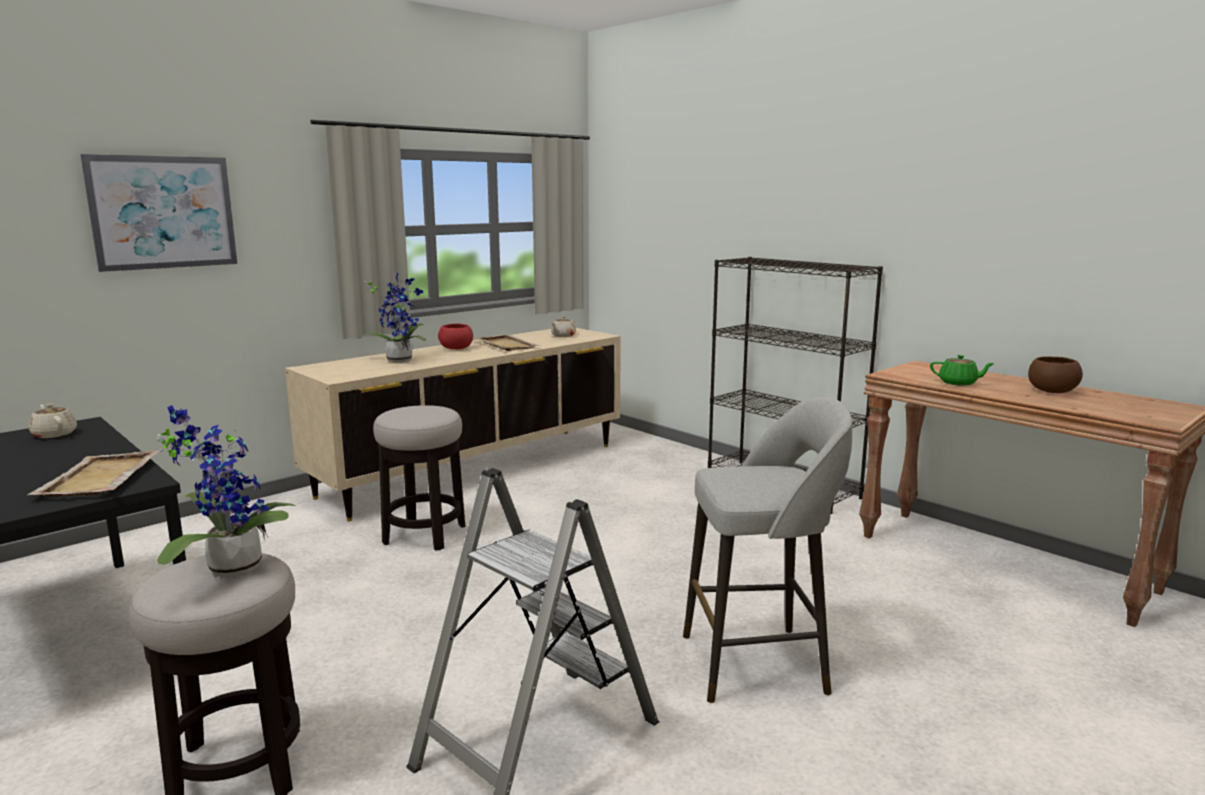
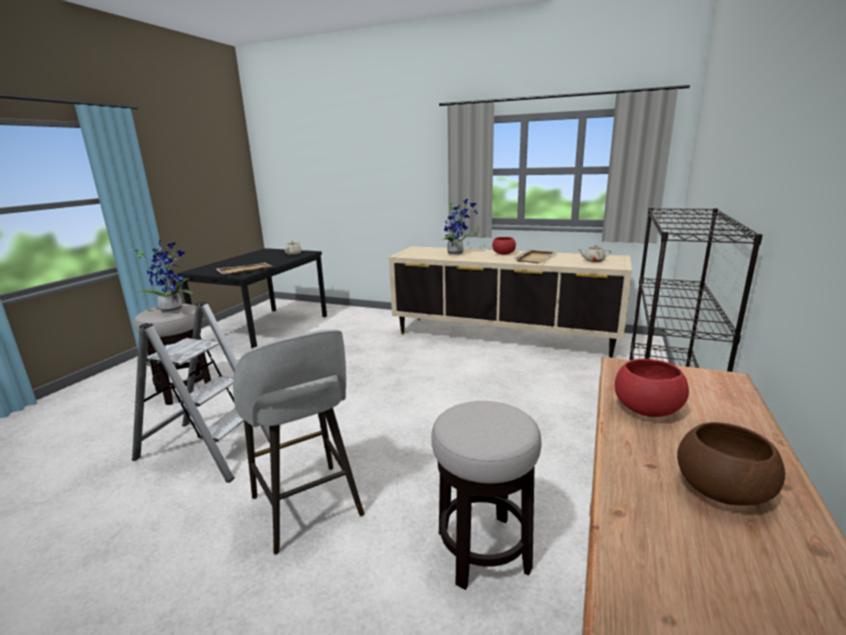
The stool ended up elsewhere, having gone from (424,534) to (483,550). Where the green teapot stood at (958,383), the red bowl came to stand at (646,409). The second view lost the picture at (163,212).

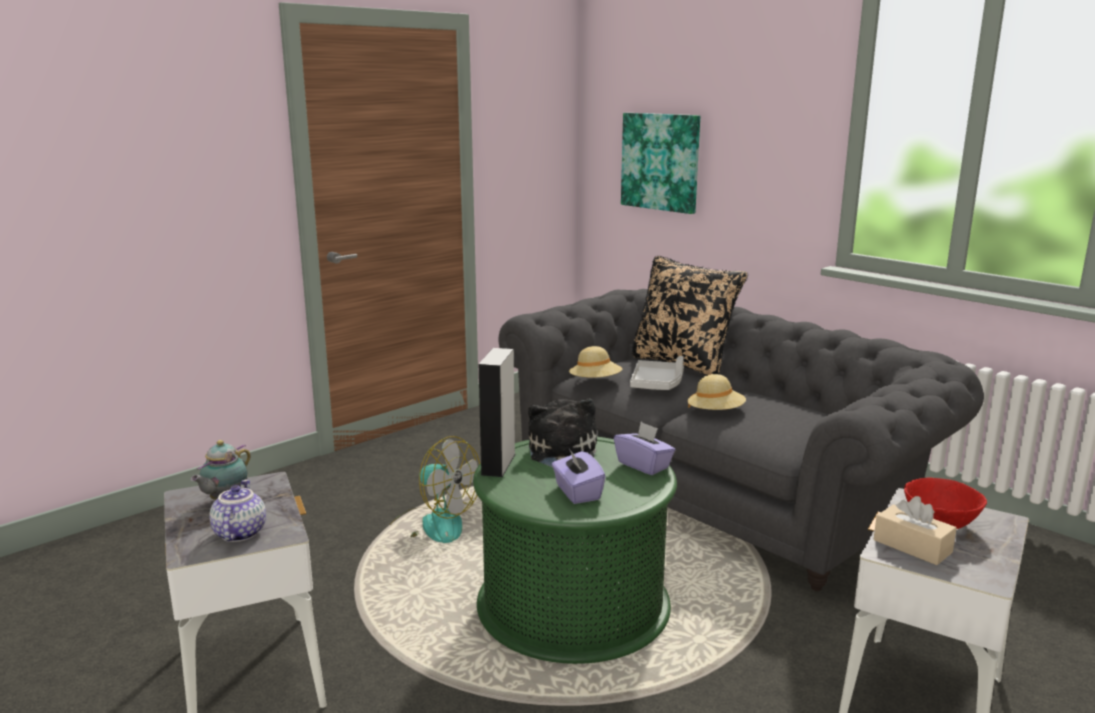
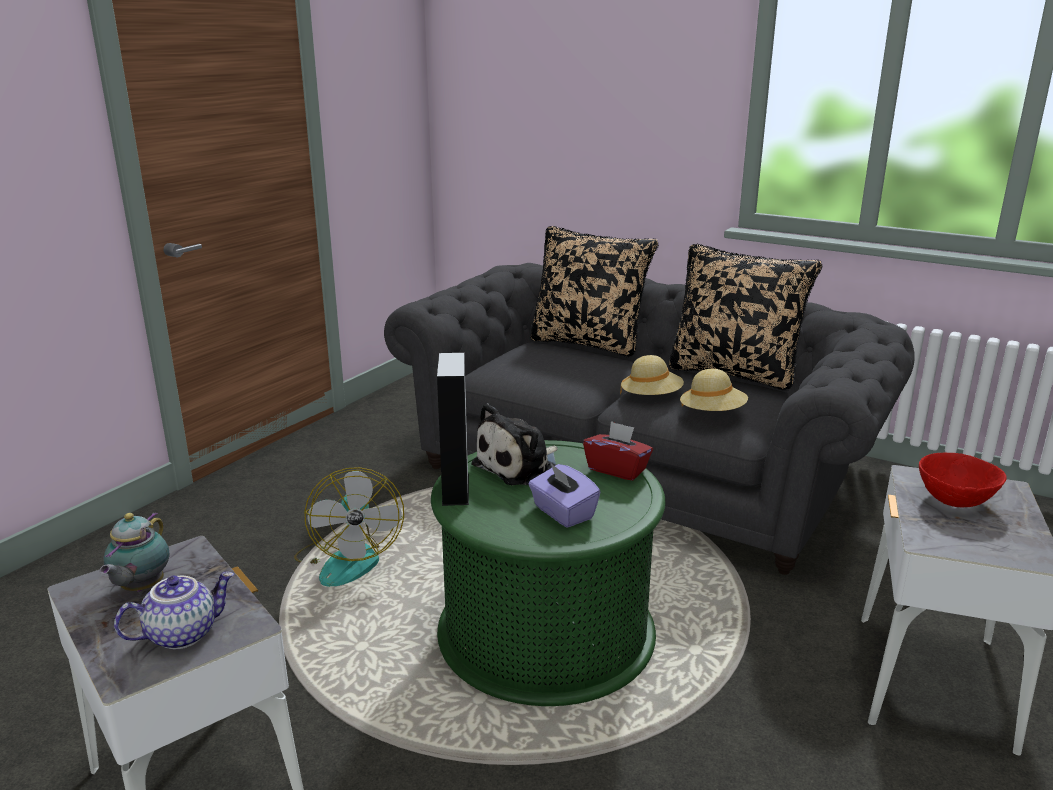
The teapot at (238,533) ended up facing another way, 75 degrees clockwise from before. The fan at (432,525) ended up facing another way, 60 degrees clockwise from before. The plush toy at (561,454) ended up facing another way, 120 degrees counterclockwise from before. What was the purple tissue box at (643,465) turned into the red tissue box at (617,469). The second view gained the black pillow at (734,376). The beige hat ended up elsewhere, having gone from (595,382) to (712,414). The second view lost the picture at (661,162). The second view lost the grey tray at (657,384). The second view lost the beige tissue box at (912,546).

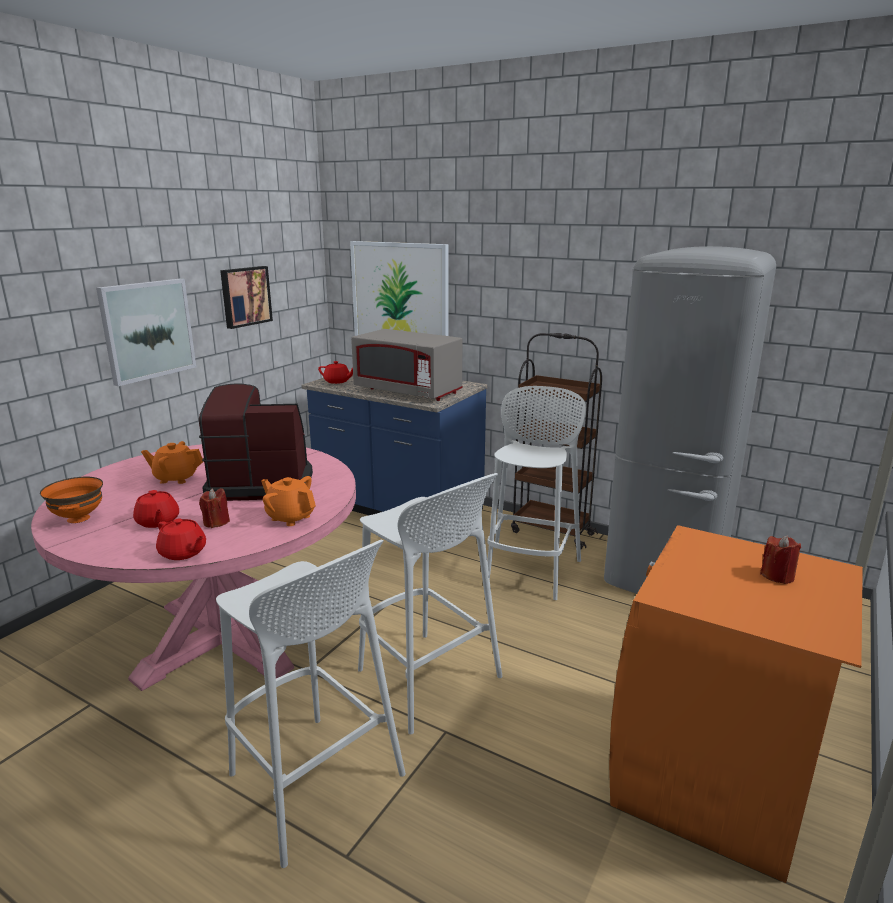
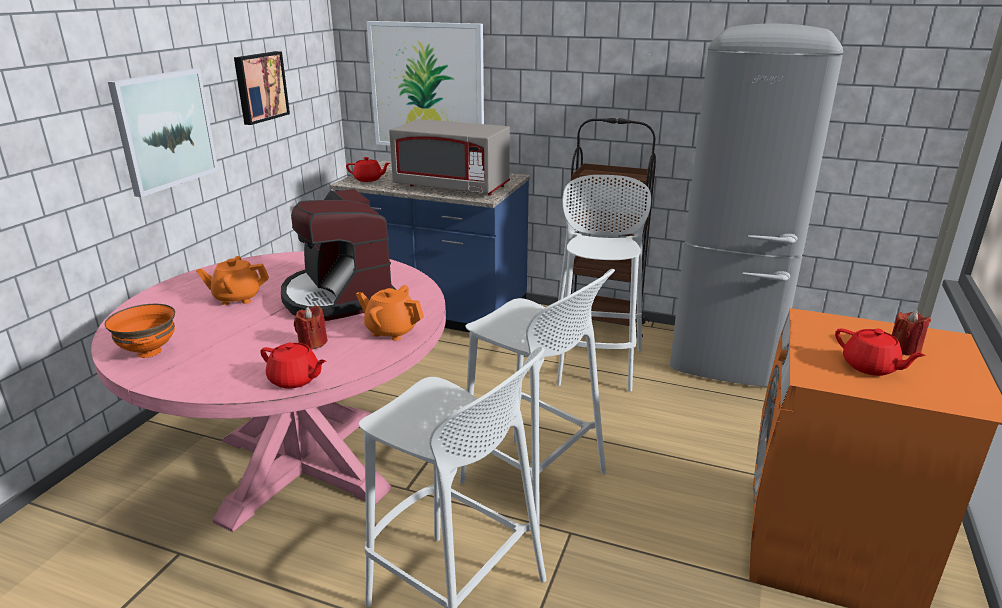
The coffee machine at (261,483) ended up facing another way, 105 degrees counterclockwise from before. The red teapot ended up elsewhere, having gone from (157,522) to (870,367).

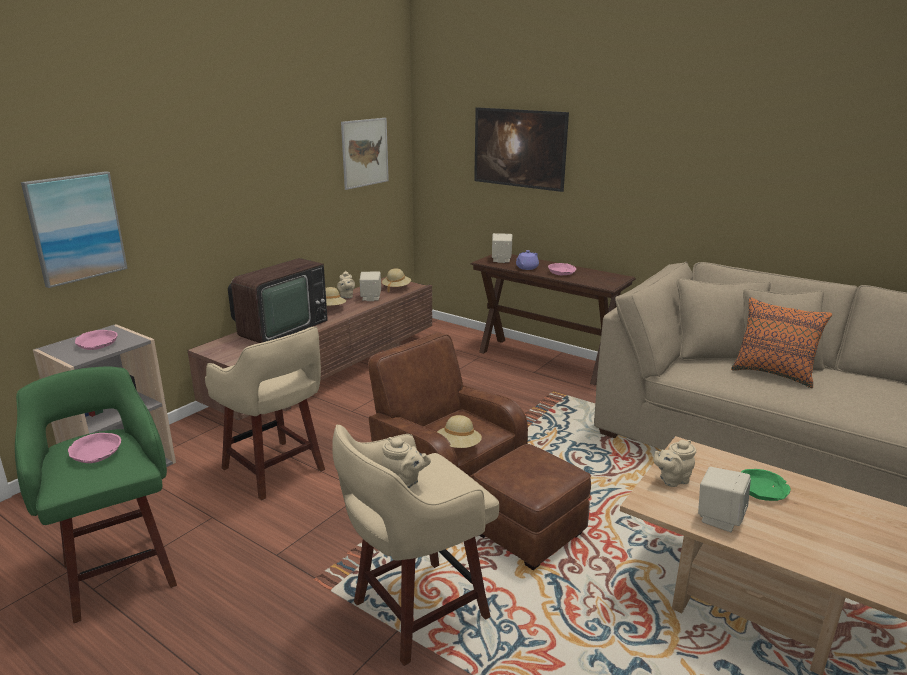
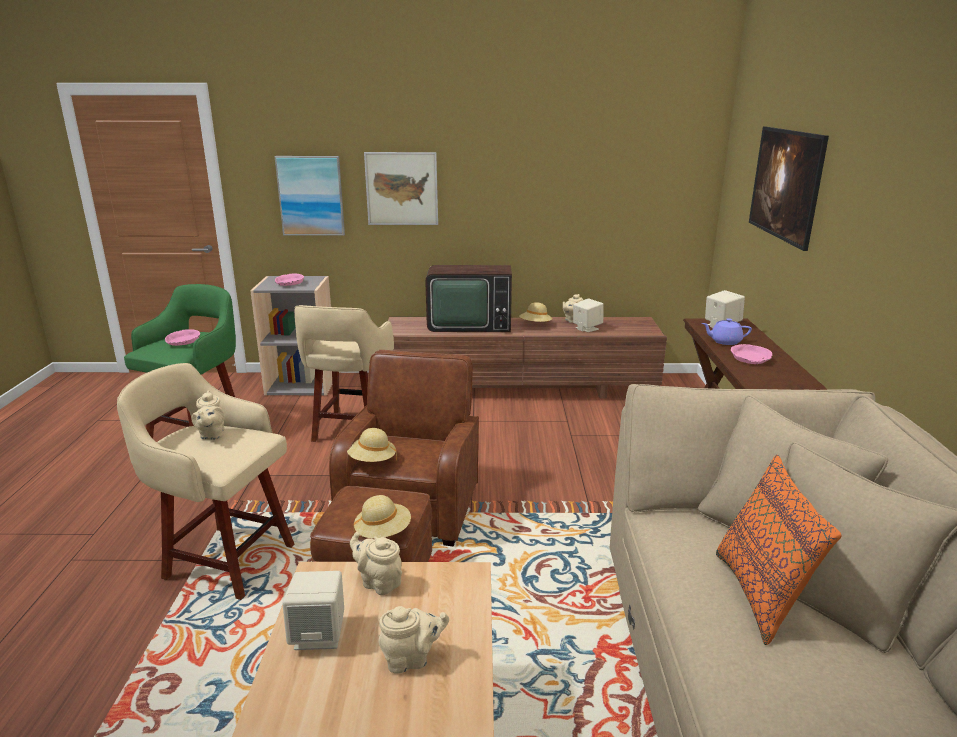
The beige hat ended up elsewhere, having gone from (396,288) to (383,532). The picture ended up elsewhere, having gone from (365,152) to (402,189). Where the green bowl stood at (762,491), the beige teapot came to stand at (411,659).

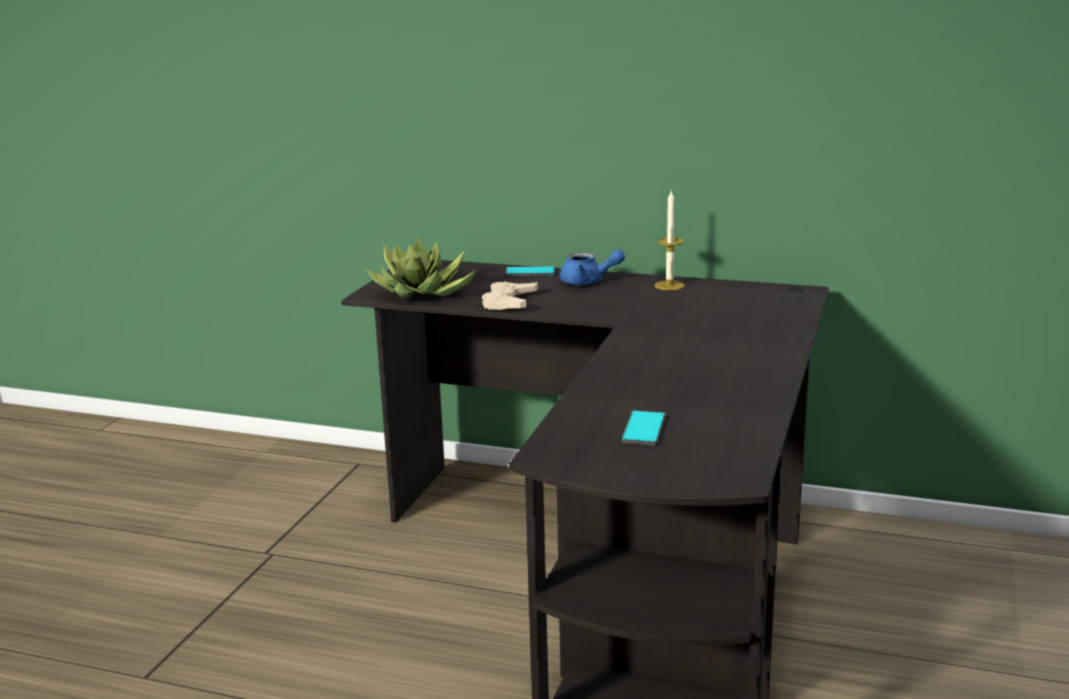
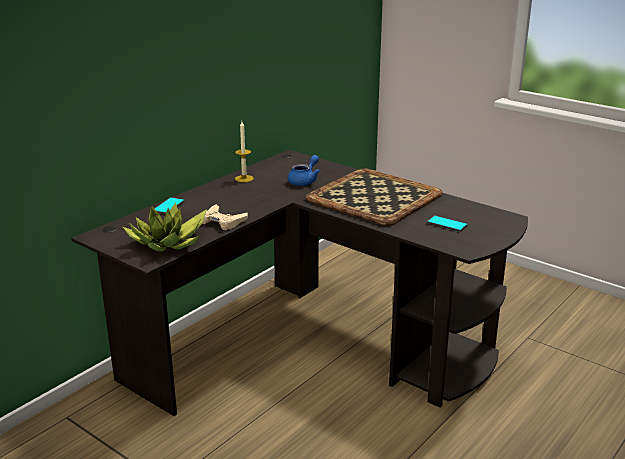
The blue teapot ended up elsewhere, having gone from (588,282) to (304,181). The second view gained the tray at (373,197).

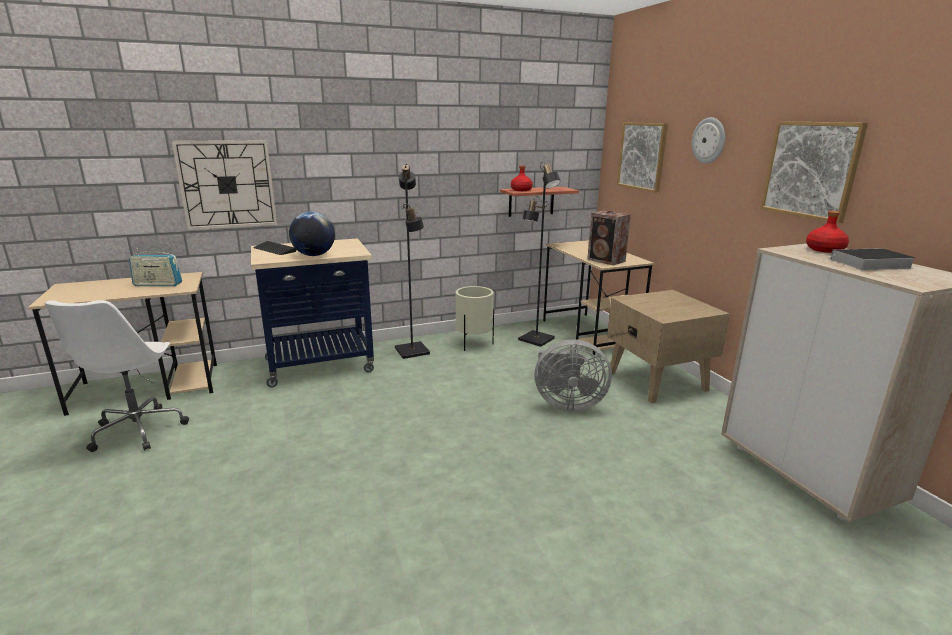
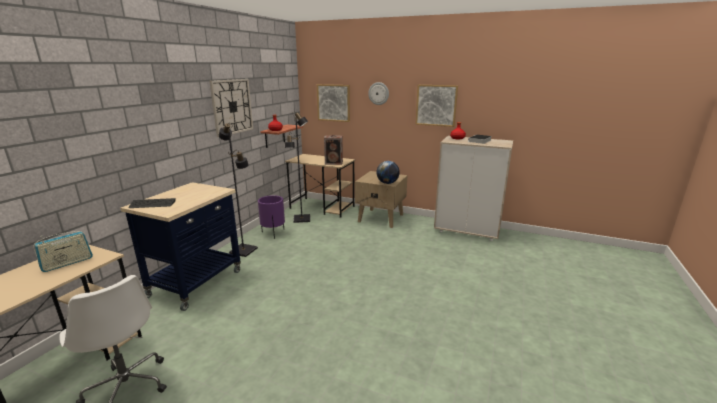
The wall clock ended up elsewhere, having gone from (227,184) to (232,106). What was the beige planter at (474,344) turned into the purple planter at (273,233). The globe ended up elsewhere, having gone from (314,255) to (387,183). The second view lost the grey fan at (566,404).

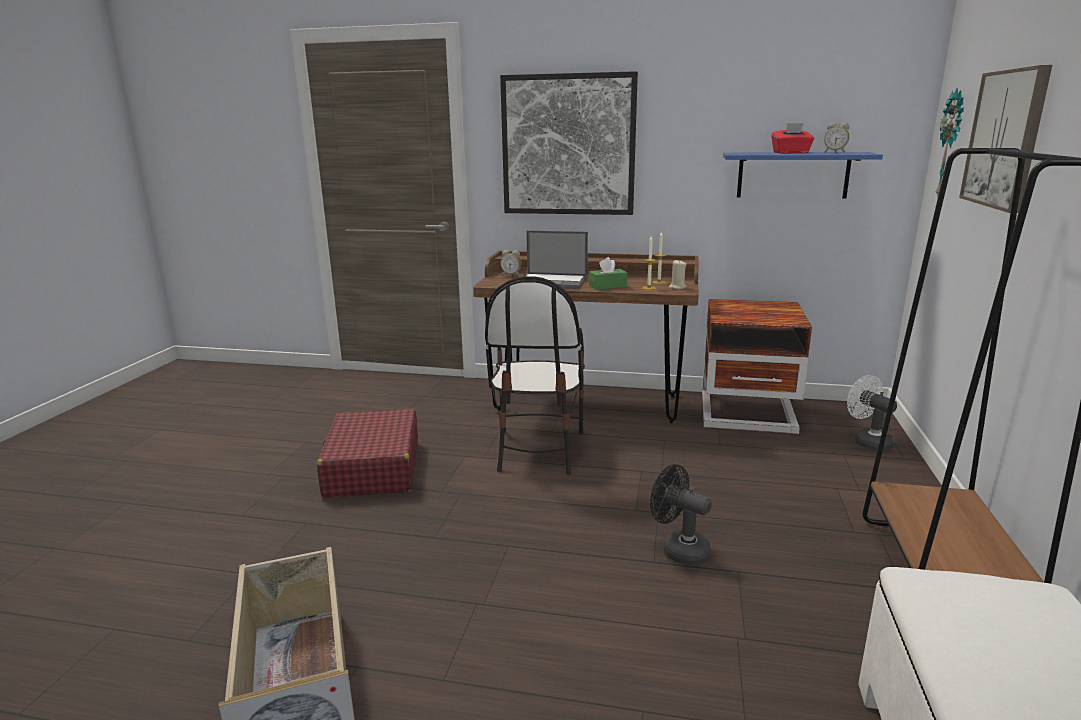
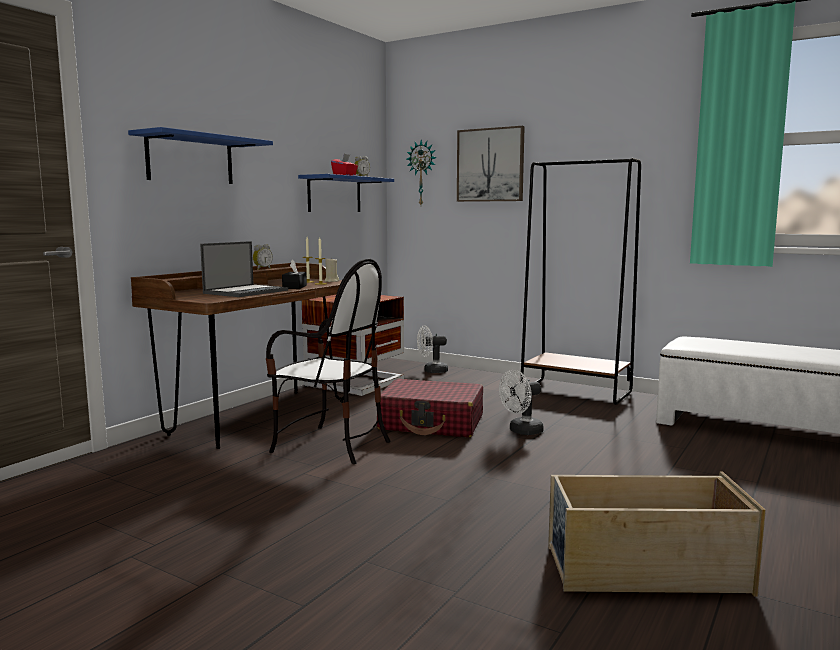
Where the picture hung at (568,145), the blue shelf came to hang at (190,159). The alarm clock ended up elsewhere, having gone from (512,275) to (262,269). What was the green tissue box at (607,286) turned into the black tissue box at (294,287). The red suitcase ended up elsewhere, having gone from (373,468) to (431,423). What was the black fan at (679,549) turned into the white fan at (521,431).

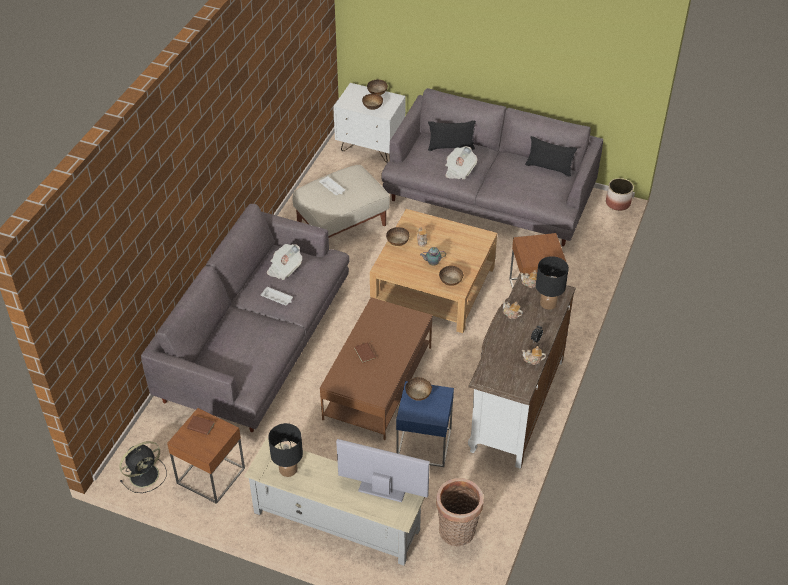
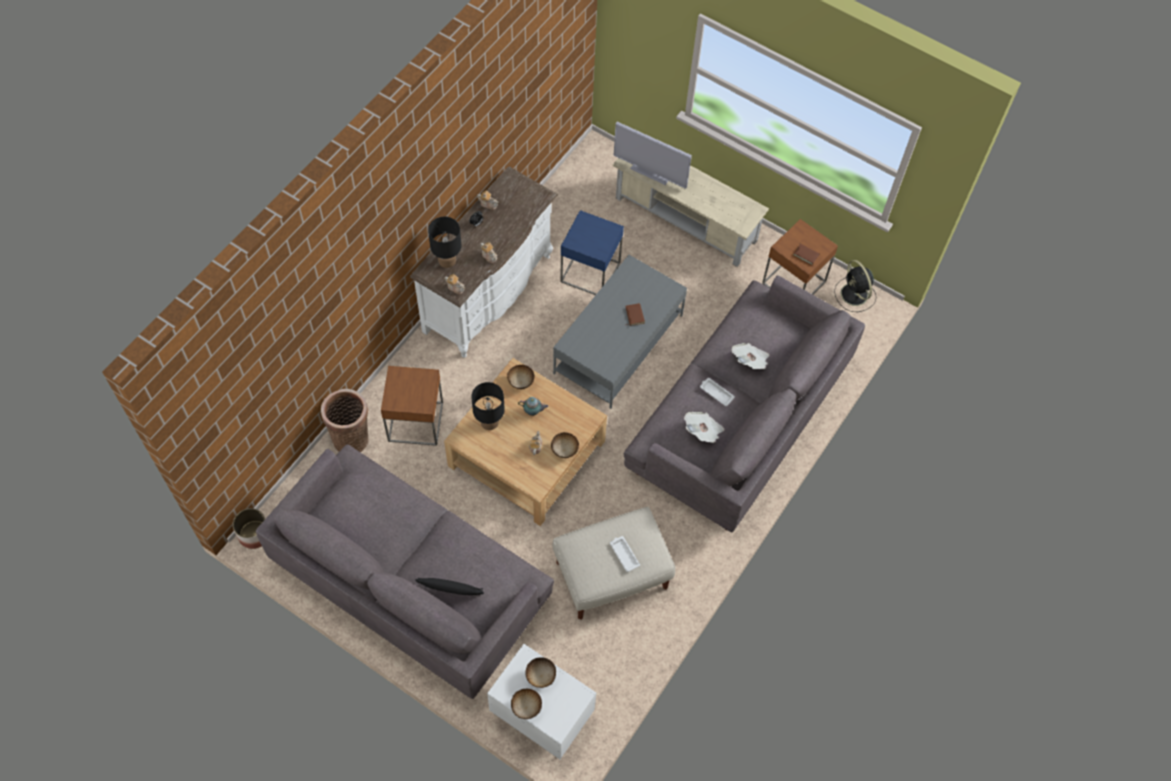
The basket ended up elsewhere, having gone from (457,533) to (351,437). The black table lamp ended up elsewhere, having gone from (288,469) to (489,422). What was the brown coffee table at (377,383) turned into the grey coffee table at (618,345). The newspaper ended up elsewhere, having gone from (459,170) to (750,361). The black fan at (145,474) ended up facing another way, 90 degrees counterclockwise from before. The second view lost the bowl at (418,395). The second view lost the black pillow at (549,168).

